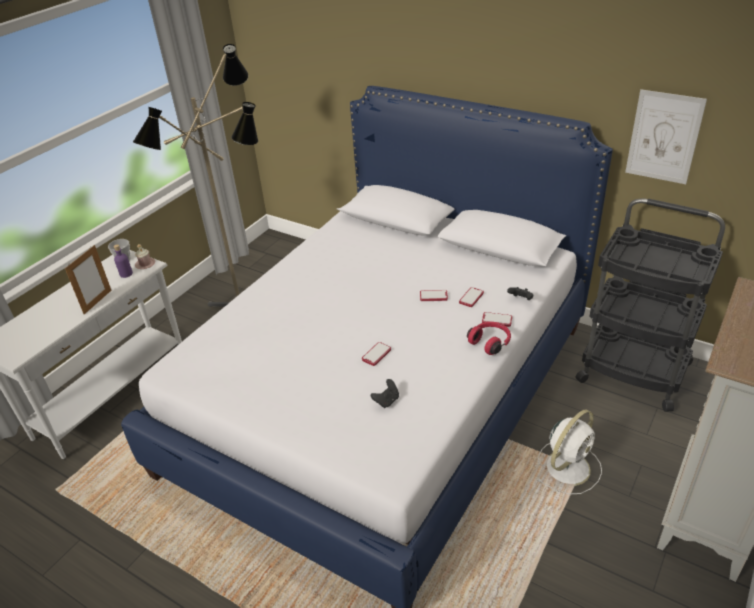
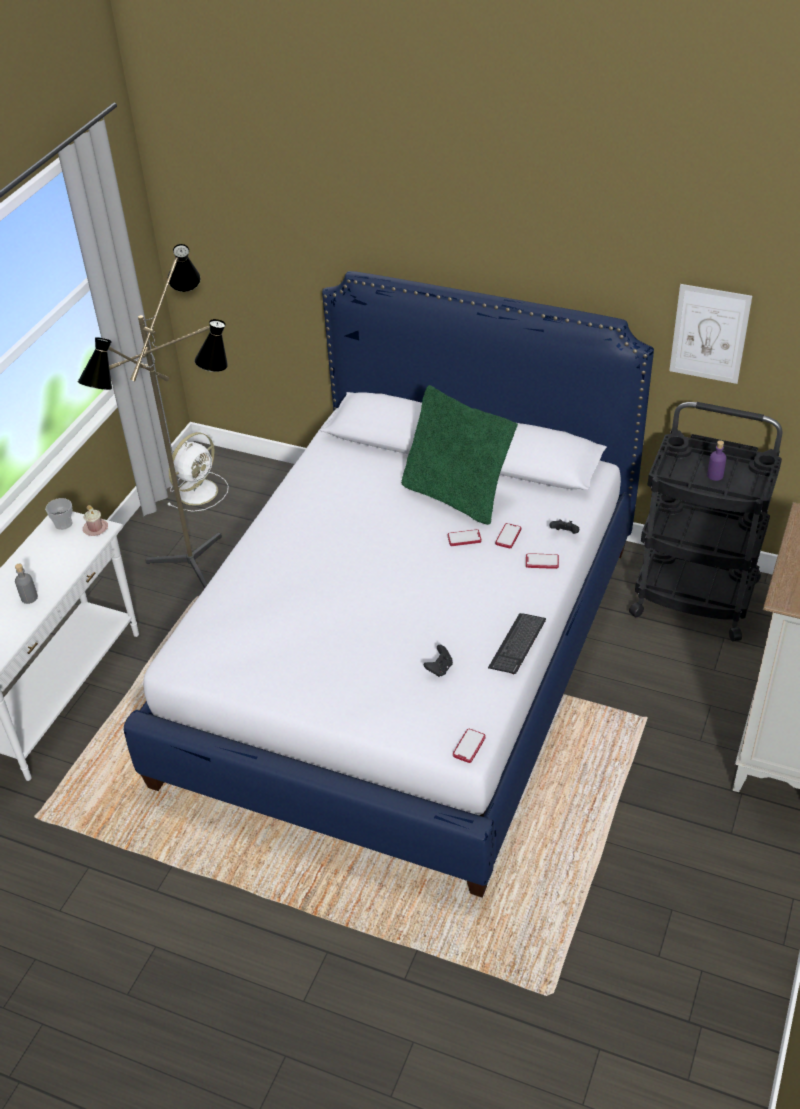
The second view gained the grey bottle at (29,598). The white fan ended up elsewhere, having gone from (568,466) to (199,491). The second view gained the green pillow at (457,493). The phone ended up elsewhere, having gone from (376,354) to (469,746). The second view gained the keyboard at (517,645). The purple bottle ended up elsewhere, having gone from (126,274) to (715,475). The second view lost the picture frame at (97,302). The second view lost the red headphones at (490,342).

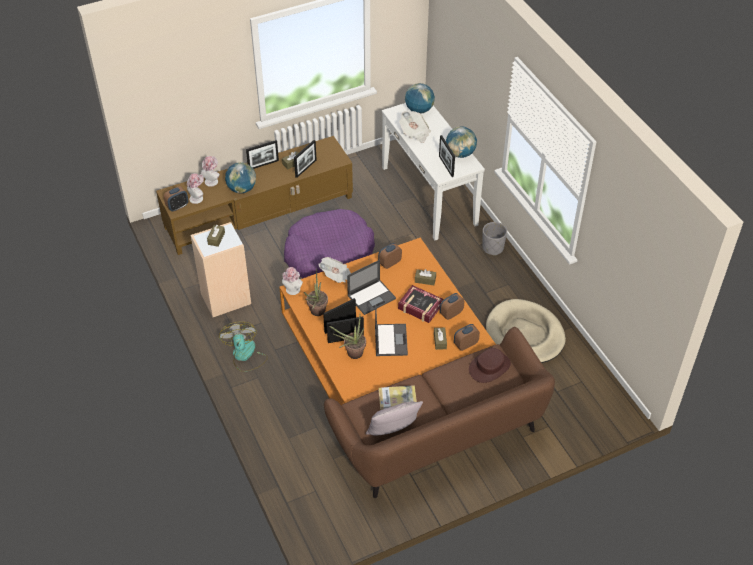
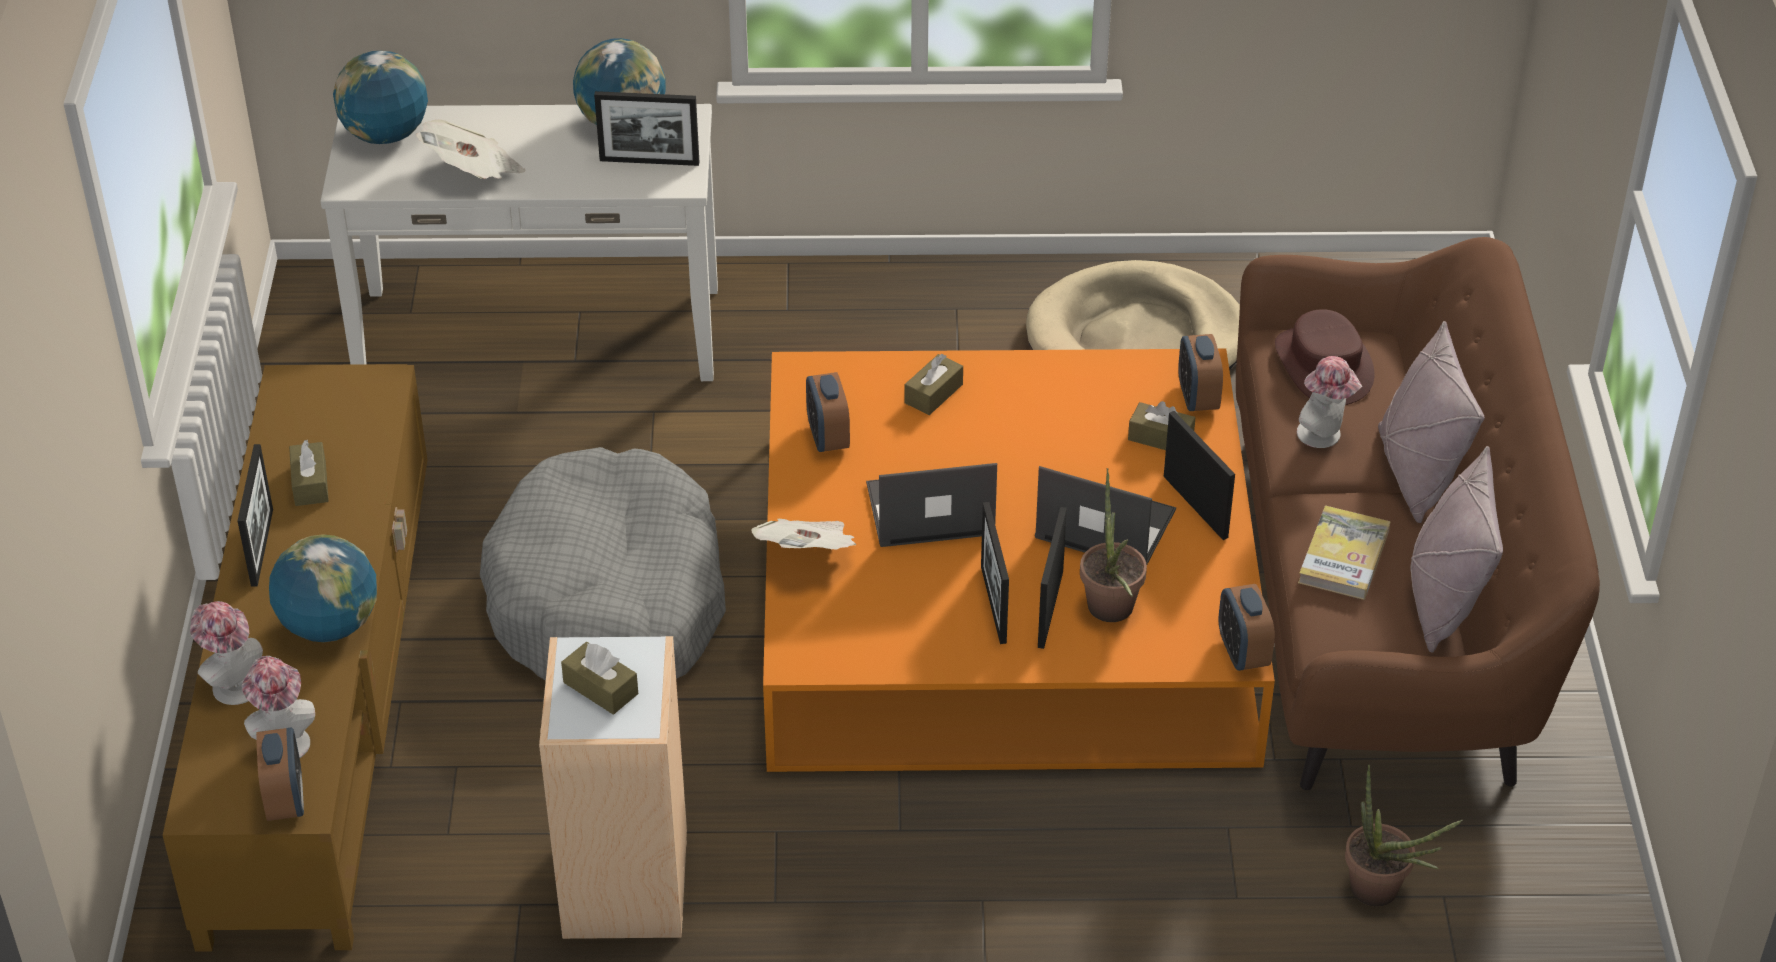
What was the purple dog bed at (328,254) turned into the grey dog bed at (609,601). The laptop at (372,297) ended up facing another way, 90 degrees counterclockwise from before. The picture frame ended up elsewhere, having gone from (306,168) to (1195,507). The alarm clock ended up elsewhere, having gone from (451,314) to (1242,653). The hat ended up elsewhere, having gone from (292,291) to (1324,435). The potted plant ended up elsewhere, having gone from (316,313) to (1382,895). The second view gained the purple pillow at (1416,474). The second view lost the fan at (245,356). The second view lost the book at (420,307). The second view lost the grey planter at (493,248).

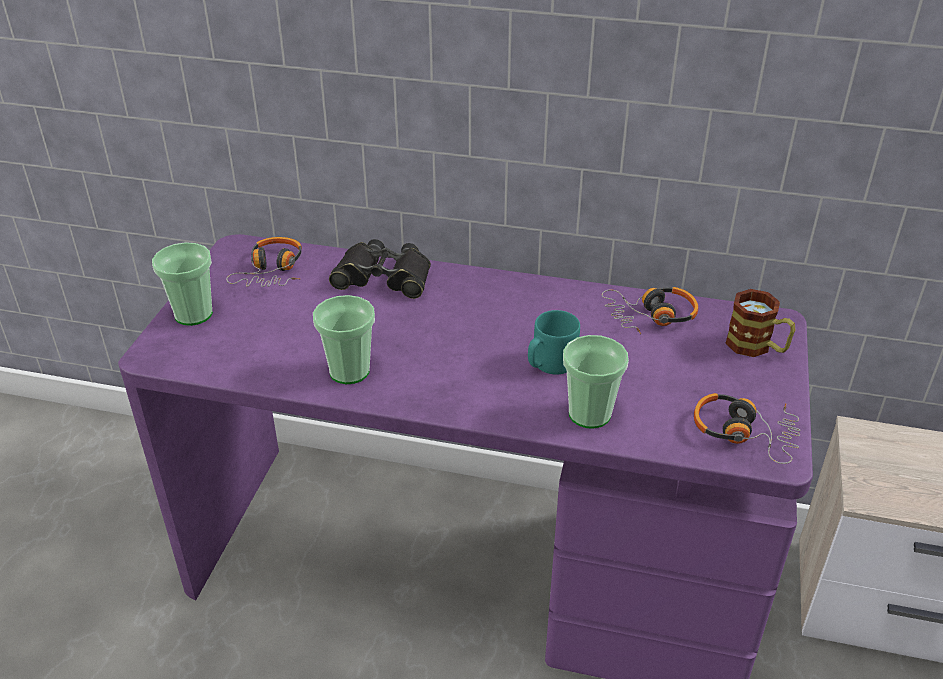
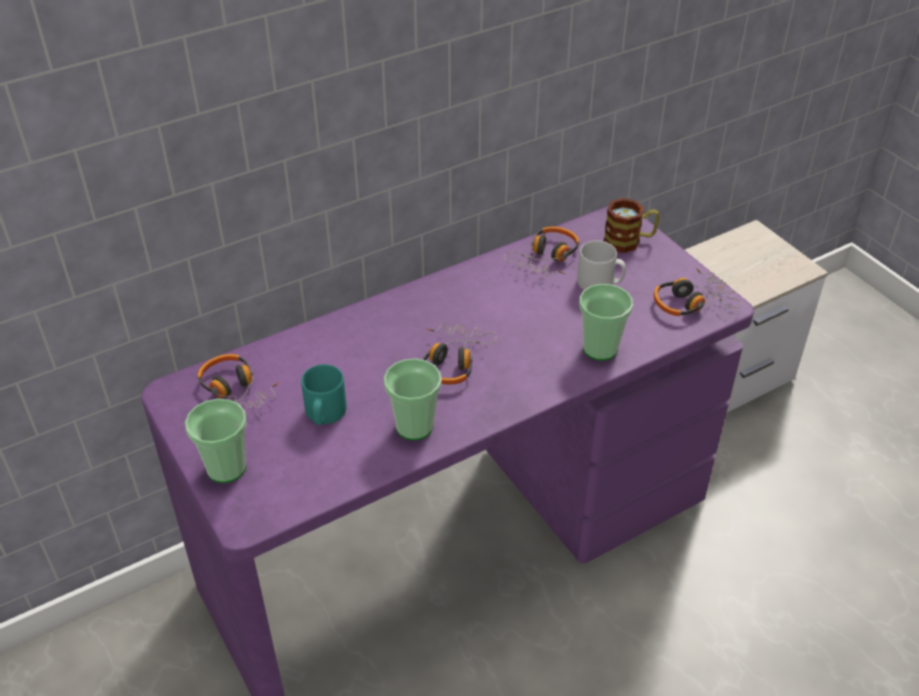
The turquoise mug ended up elsewhere, having gone from (550,363) to (324,414). The second view gained the headphones at (453,360). The second view gained the grey mug at (600,283). The second view lost the black binoculars at (383,277).

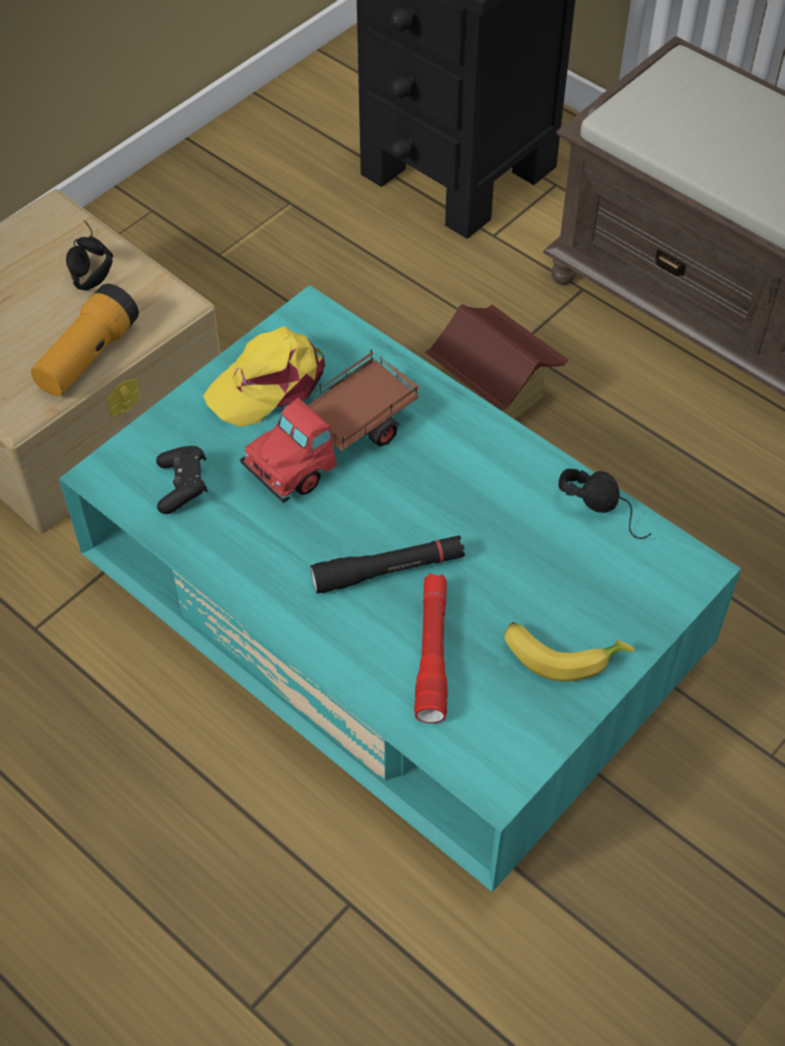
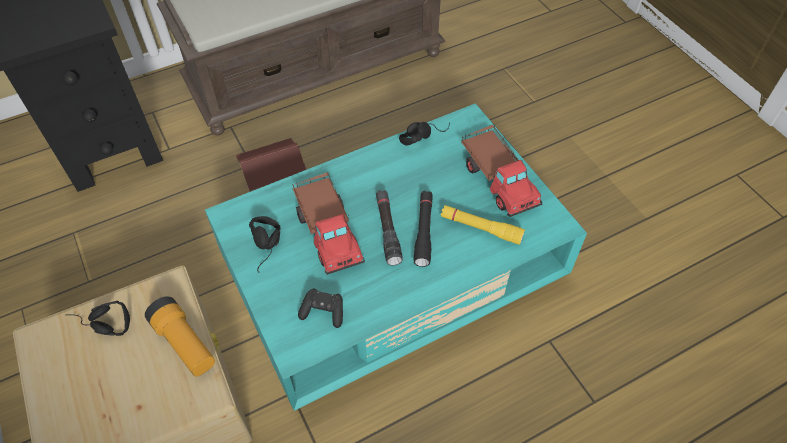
Where the yellow cap stood at (269,384), the black headphones came to stand at (269,249). The second view gained the black flashlight at (387,230). What was the red flashlight at (432,653) turned into the yellow flashlight at (481,228). Where the banana stood at (562,653), the toy truck came to stand at (498,179).

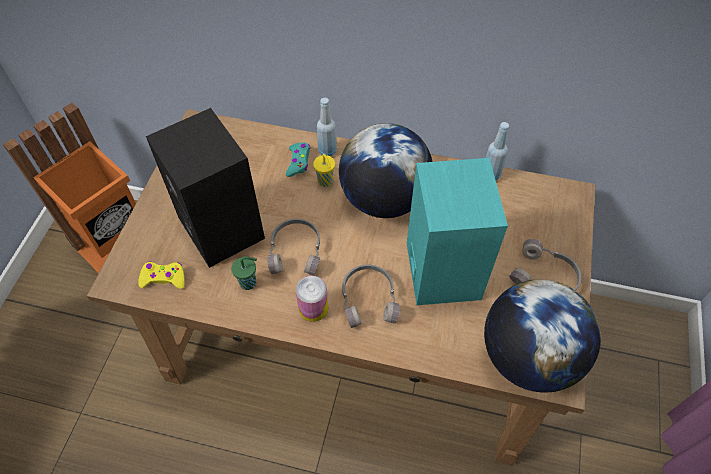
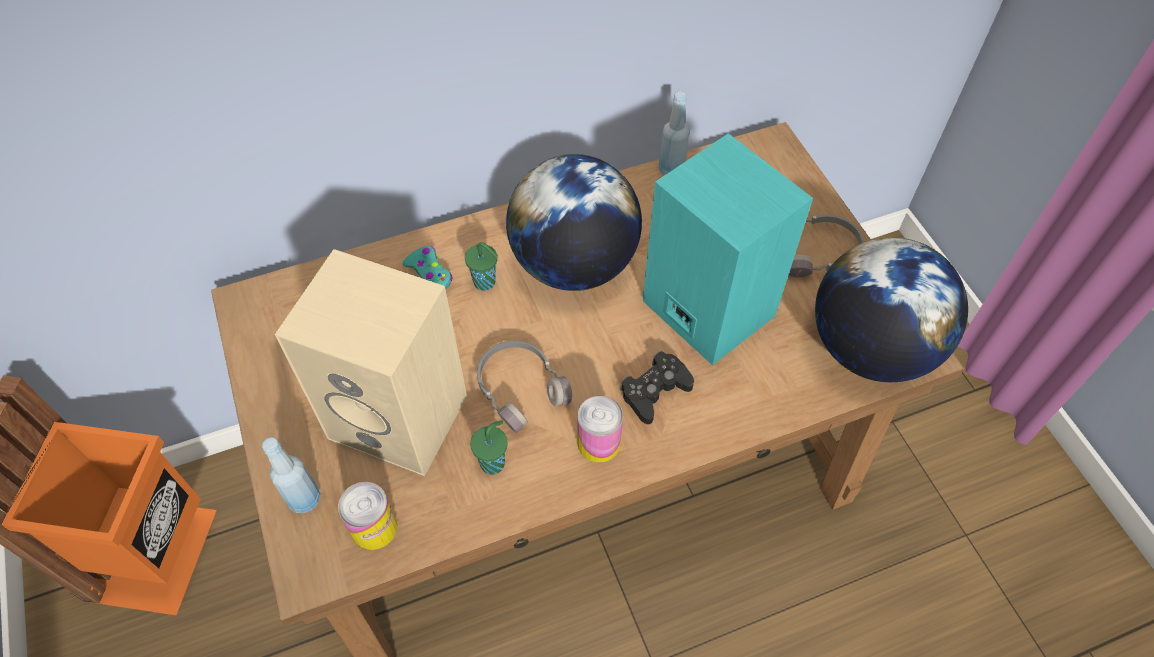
The blue bottle ended up elsewhere, having gone from (327,151) to (304,499). What was the black speaker at (224,229) turned into the beige speaker at (402,416). Where the yellow game controller stood at (163,278), the can came to stand at (374,527). What was the yellow cup at (325,182) turned into the green cup at (486,283). Where the grey headphones stood at (369,299), the black game controller came to stand at (655,391).

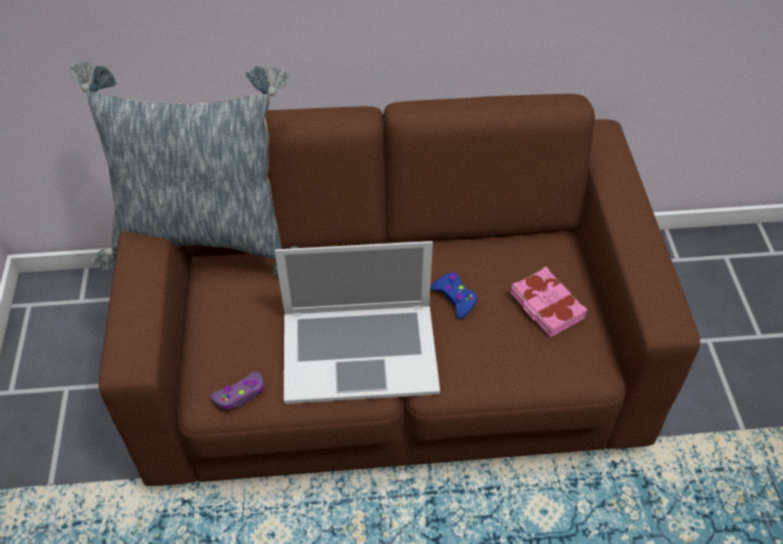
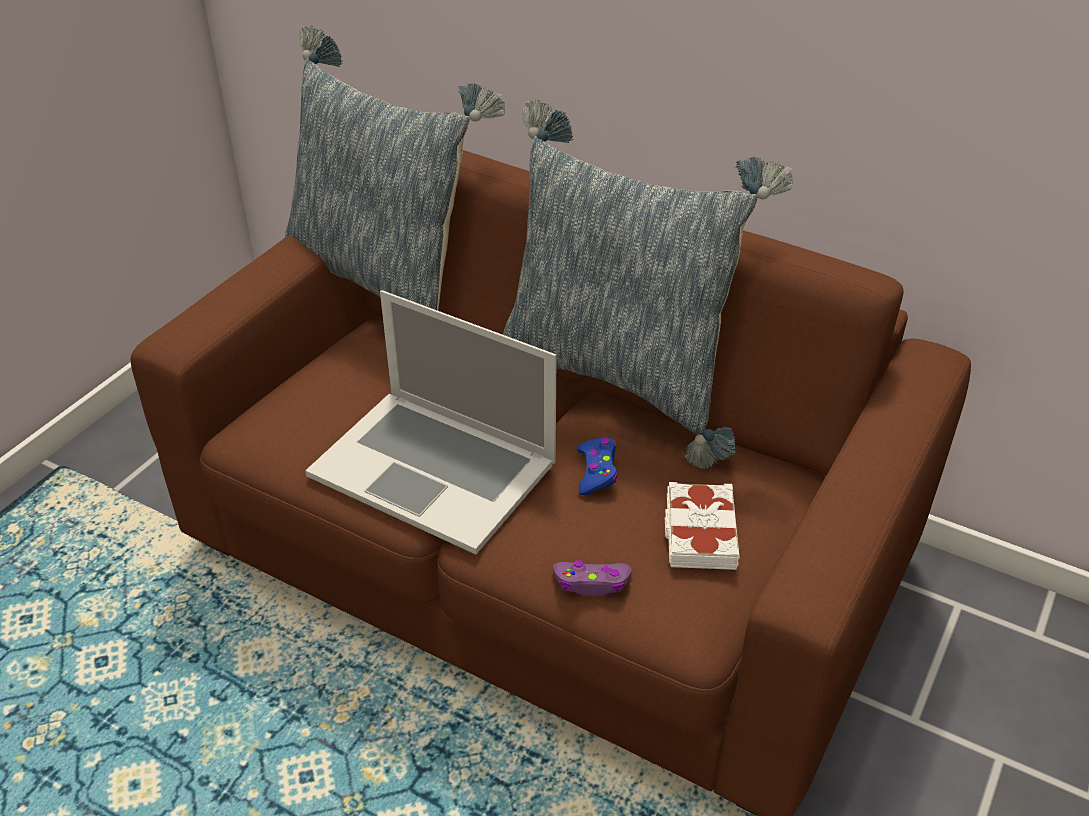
The second view gained the pillow at (616,399). The purple game controller ended up elsewhere, having gone from (240,395) to (592,583). What was the pink book at (546,306) turned into the white book at (699,533).

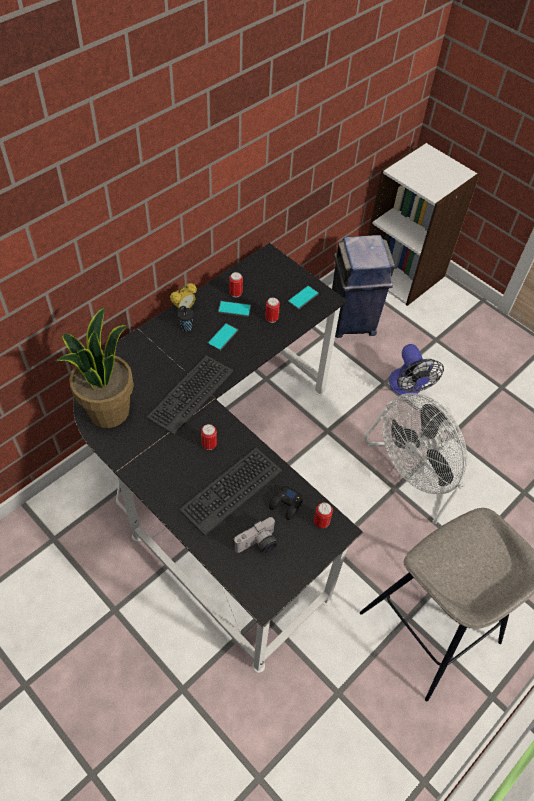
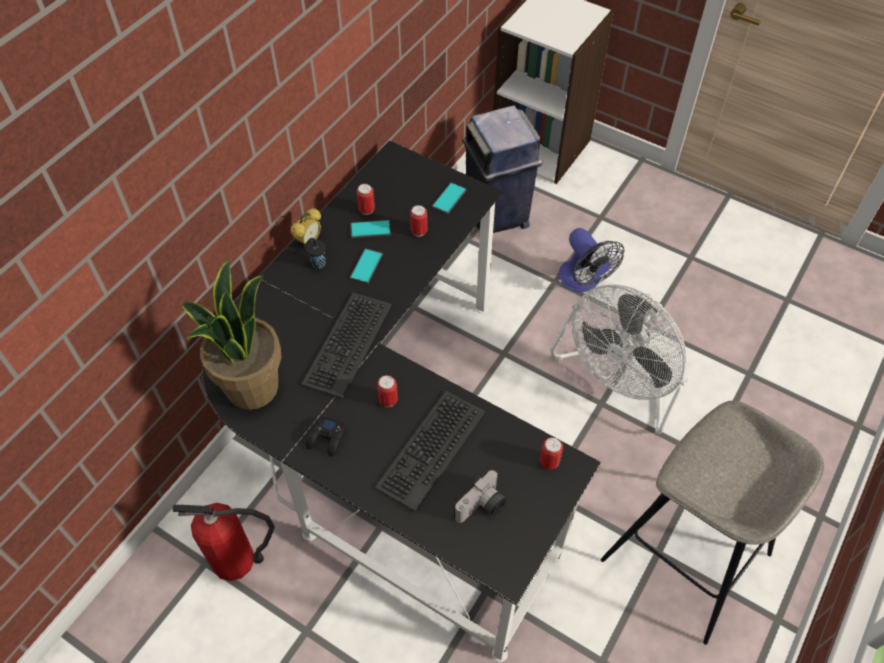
The second view gained the fire extinguisher at (238,559). The black game controller ended up elsewhere, having gone from (286,504) to (326,439).

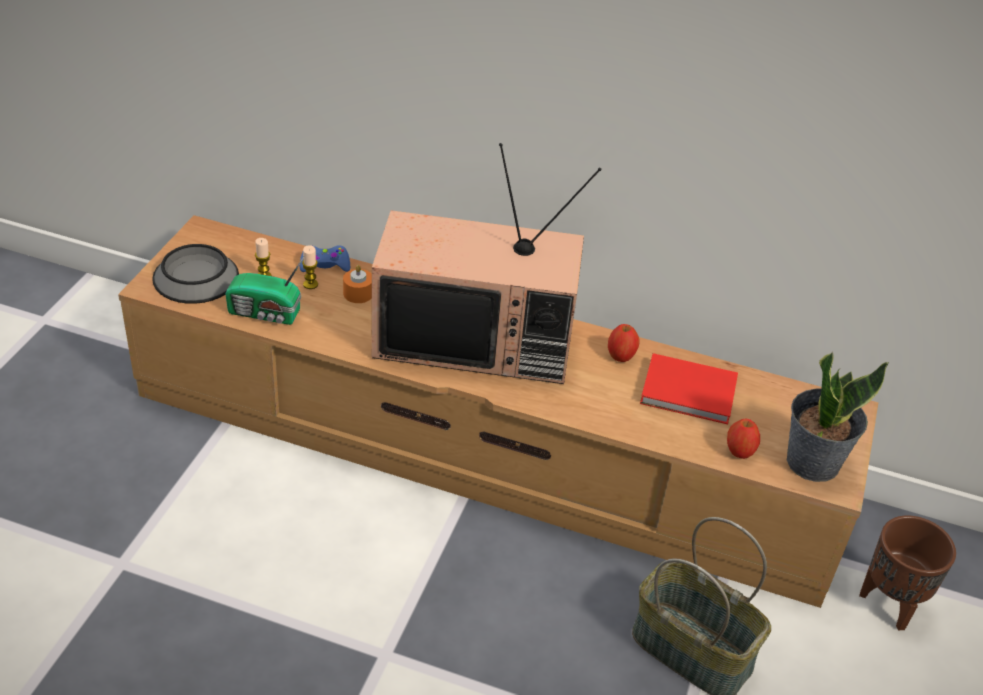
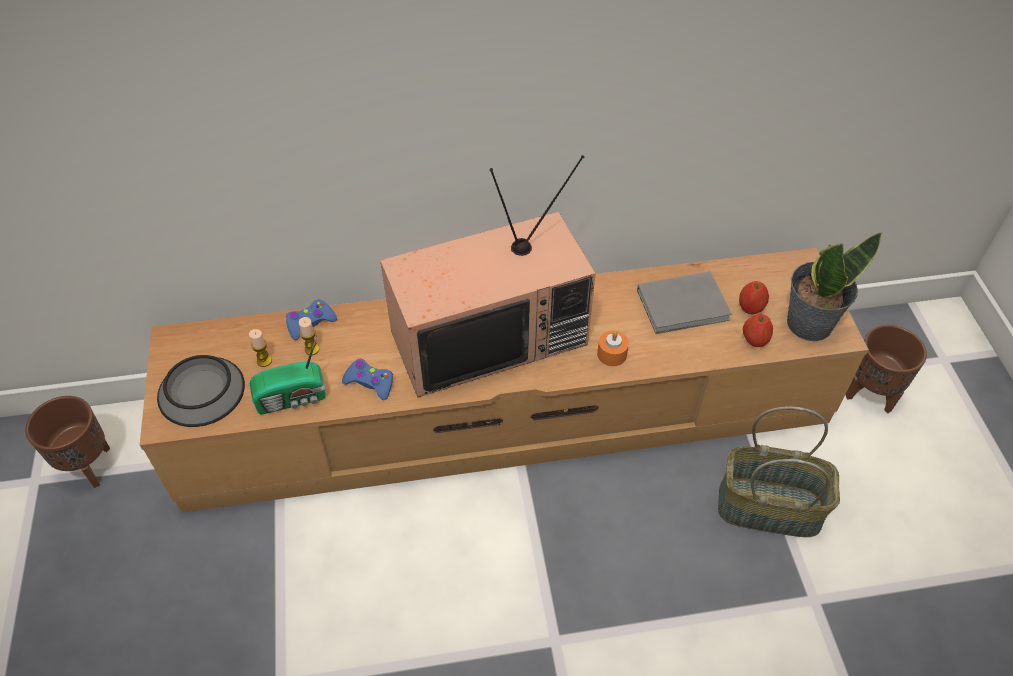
The second view gained the brown planter at (88,466). The second view gained the blue game controller at (370,382). The orange candle ended up elsewhere, having gone from (358,293) to (612,354). What was the red book at (690,393) turned into the grey book at (685,305). The apple ended up elsewhere, having gone from (621,356) to (750,308).

